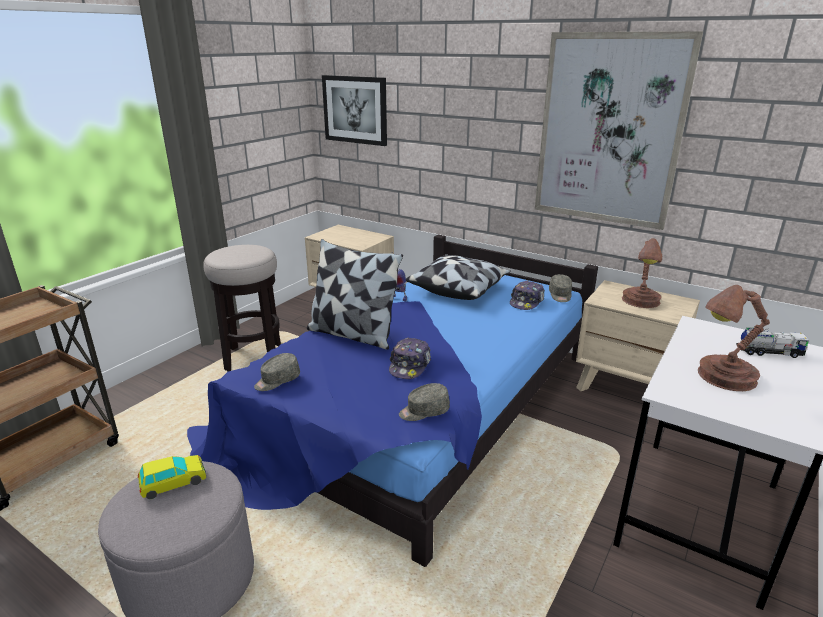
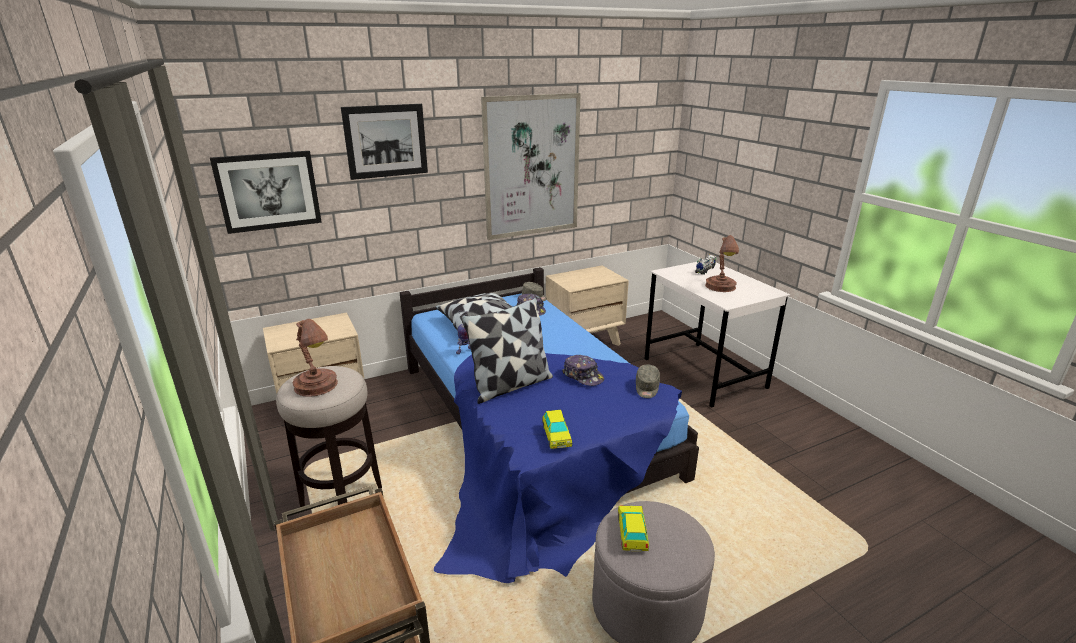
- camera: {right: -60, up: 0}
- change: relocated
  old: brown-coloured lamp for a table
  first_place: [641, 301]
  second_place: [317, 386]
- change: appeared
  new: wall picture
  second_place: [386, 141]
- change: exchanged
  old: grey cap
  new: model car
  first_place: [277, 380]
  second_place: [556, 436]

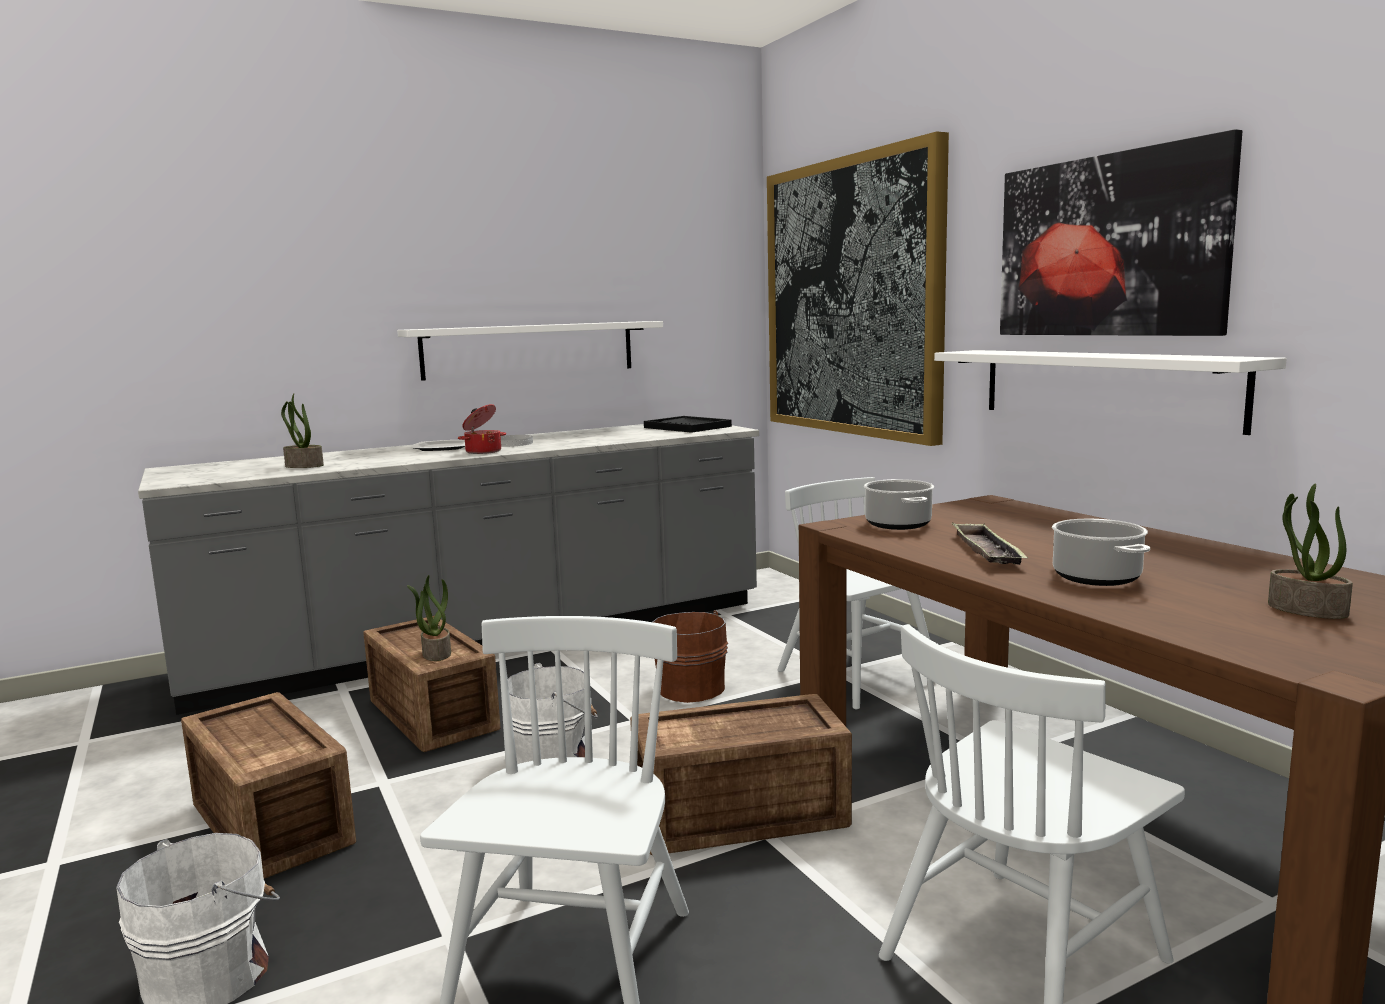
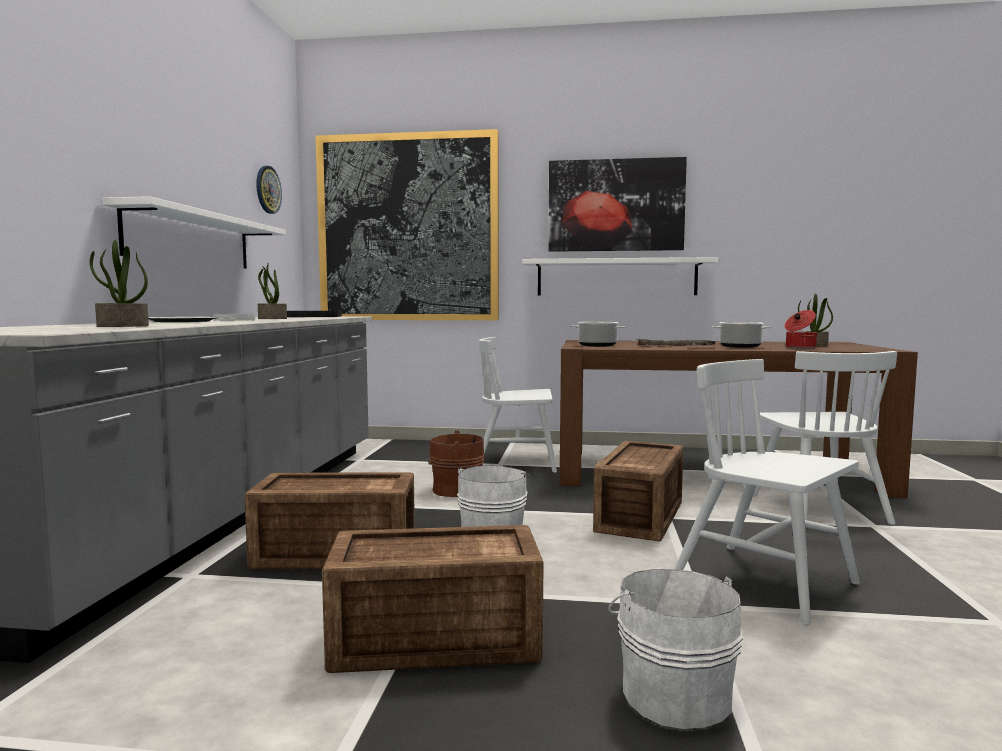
- camera: {right: -55, up: -5}
- change: appeared
  new: clock on the wall
  second_place: [267, 190]
- change: relocated
  old: houseplant
  first_place: [436, 653]
  second_place: [271, 318]
- change: relocated
  old: cooking pot
  first_place: [483, 451]
  second_place: [799, 347]

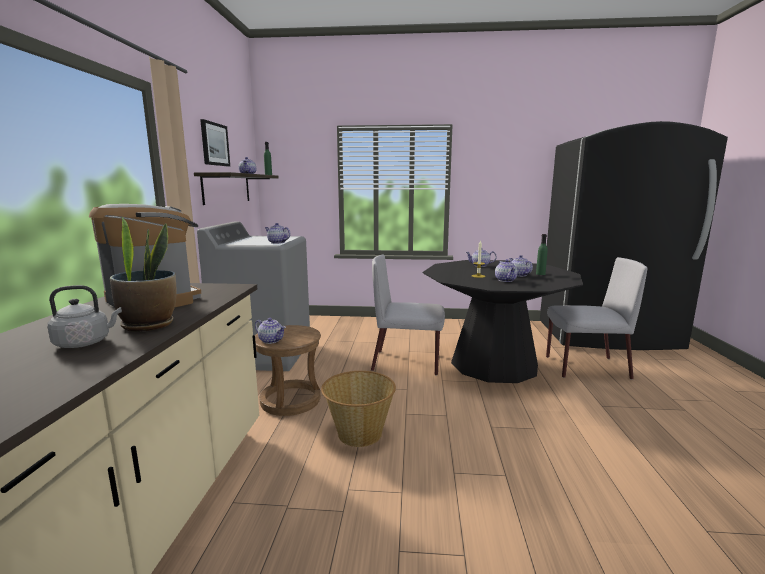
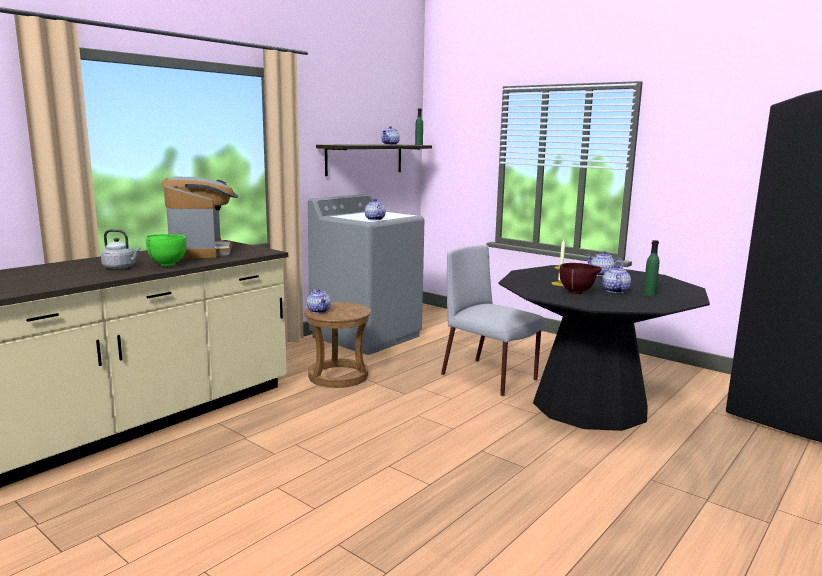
- camera: {right: 35, up: 0}
- change: exchanged
  old: houseplant
  new: green-coloured bowl
  first_place: [149, 324]
  second_place: [166, 265]
- change: exchanged
  old: pot for tea
  new: brown-coloured bowl
  first_place: [506, 280]
  second_place: [578, 292]
- change: missing
  old: wall picture
  first_place: [214, 144]
- change: missing
  old: household basket
  first_place: [359, 433]
- change: missing
  old: grey chair
  first_place: [585, 367]

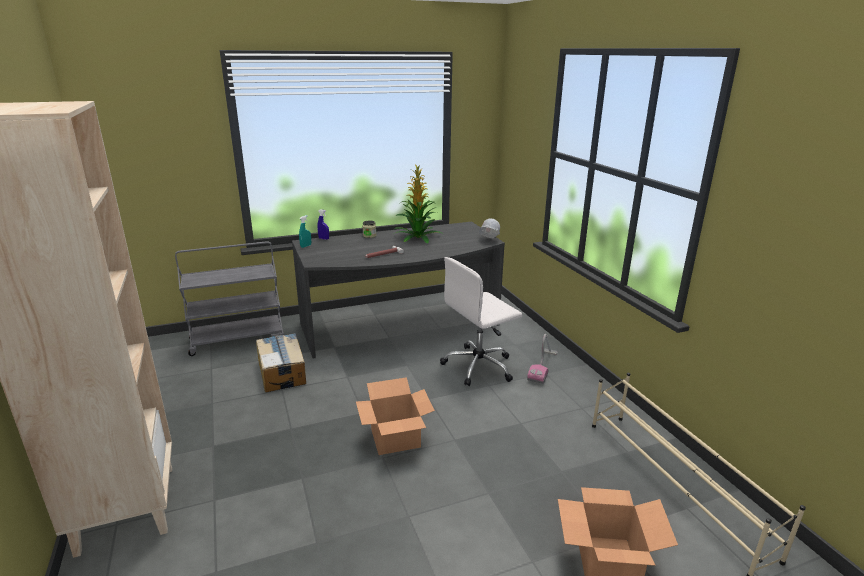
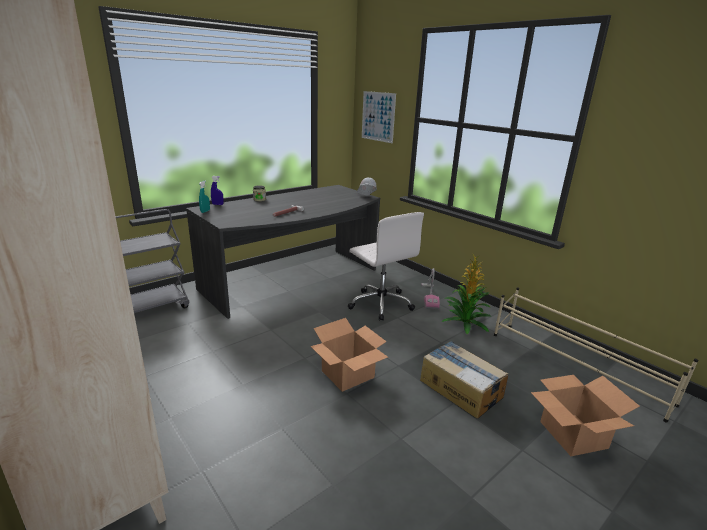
- camera: {right: -20, up: 0}
- change: spun
  old: whitish desk chair
  first_place: [479, 366]
  second_place: [380, 303]
  degrees: -75
- change: appeared
  new: wall picture
  second_place: [378, 116]
- change: relocated
  old: packing box
  first_place: [282, 372]
  second_place: [460, 388]
- change: relocated
  old: houseplant
  first_place: [417, 237]
  second_place: [465, 322]

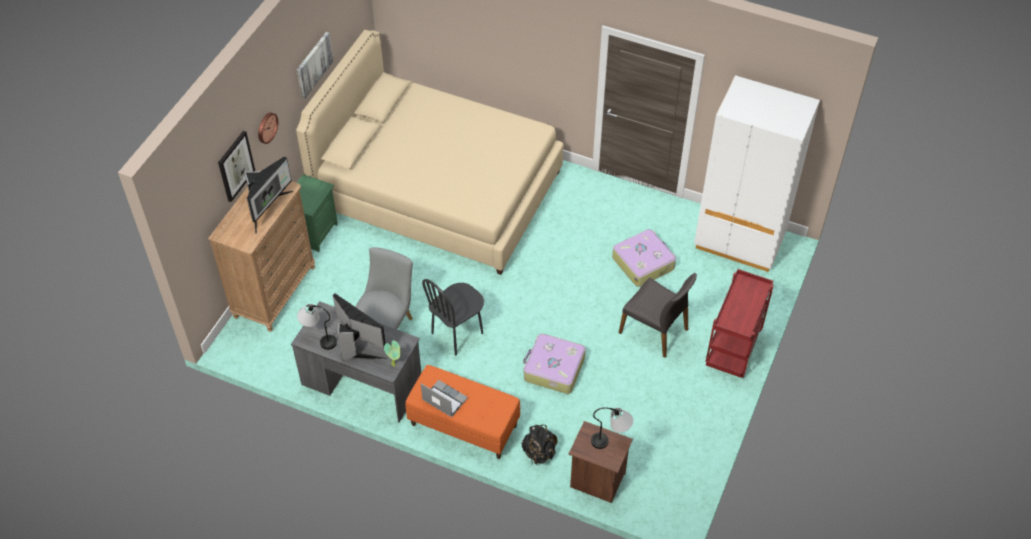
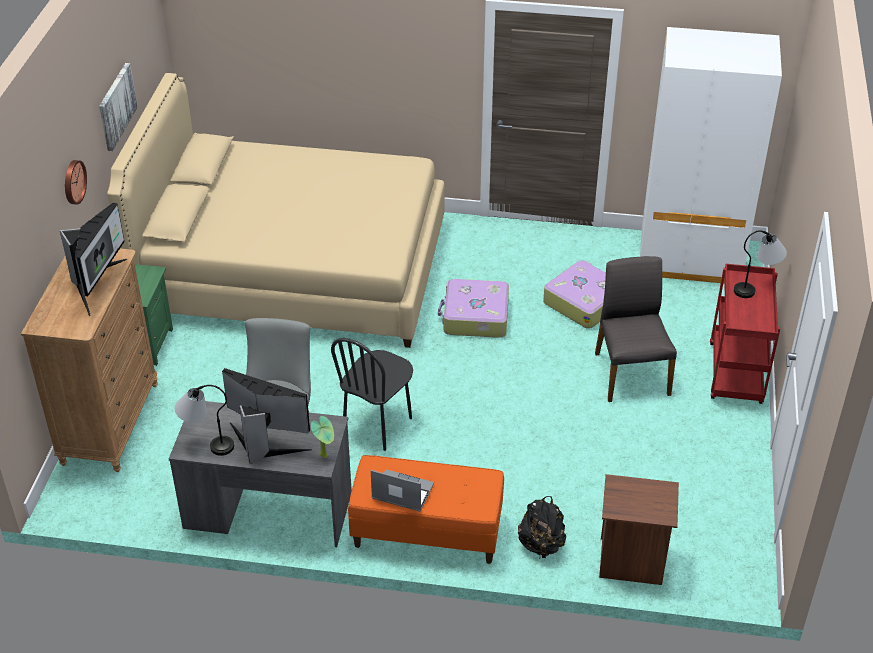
- camera: {right: -15, up: -10}
- change: relocated
  old: travel case
  first_place: [553, 369]
  second_place: [475, 317]
- change: spun
  old: grey chair
  first_place: [654, 330]
  second_place: [630, 373]
  degrees: -120
- change: relocated
  old: lamp for a table
  first_place: [611, 440]
  second_place: [757, 288]
- change: missing
  old: wall picture
  first_place: [235, 166]

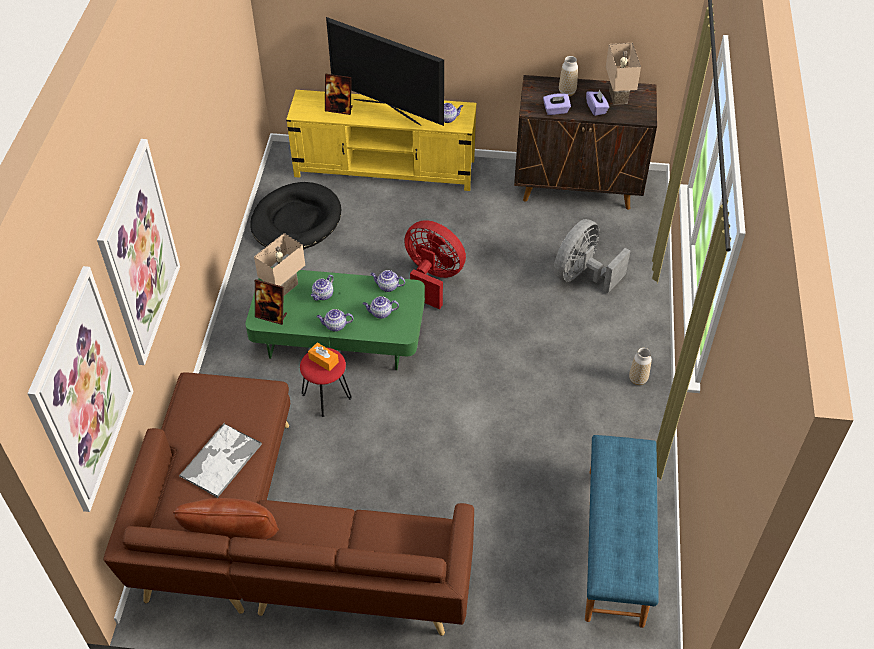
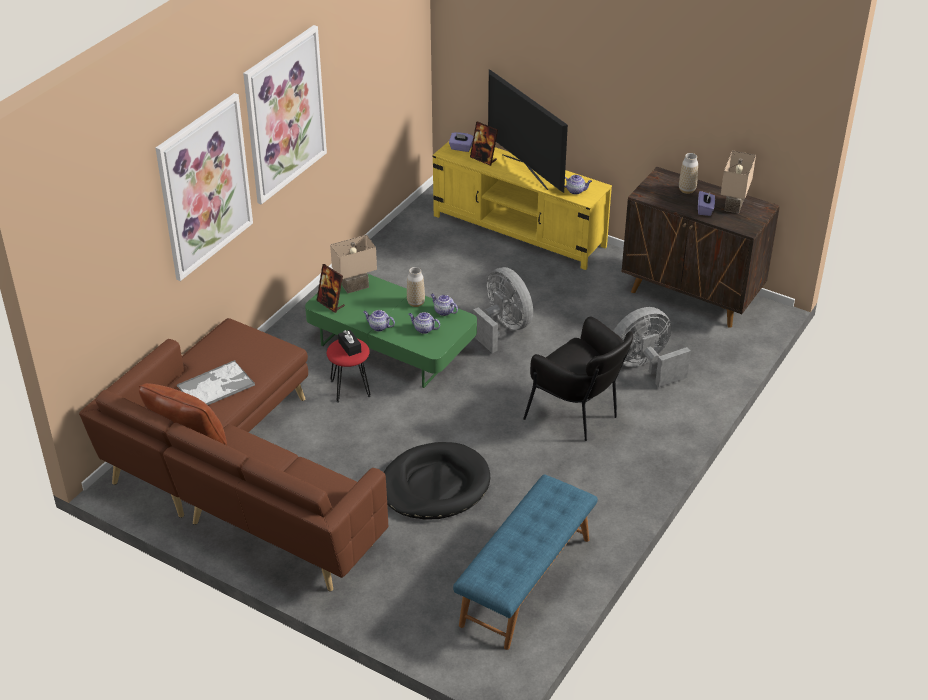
- camera: {right: 25, up: -10}
- change: relocated
  old: wall picture
  first_place: [82, 391]
  second_place: [284, 114]
- change: colour
  old: orange tissue box
  new: black-coloured tissue box
  first_place: [323, 360]
  second_place: [349, 347]
- change: relocated
  old: black-coloured dog cushion
  first_place: [296, 221]
  second_place: [435, 485]
- change: relocated
  old: vase
  first_place: [638, 379]
  second_place: [416, 303]
- change: relocated
  old: purplish tissue box
  first_place: [556, 110]
  second_place: [461, 148]
- change: colour
  old: red electric fan
  new: grey electric fan
  first_place: [432, 278]
  second_place: [503, 328]
- change: appeared
  new: black-coloured lounge chair
  second_place: [579, 415]
- change: missing
  old: pot for tea
  first_place: [323, 295]

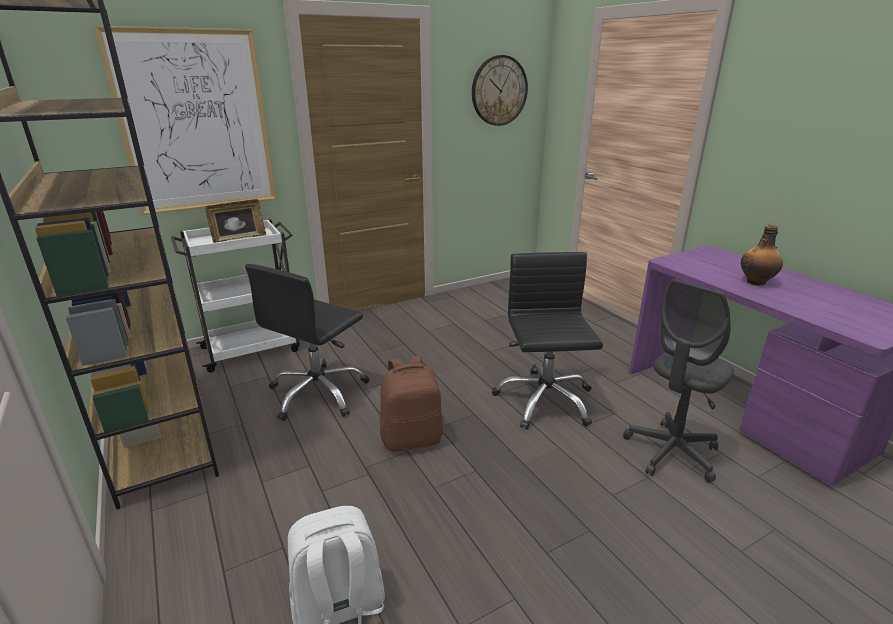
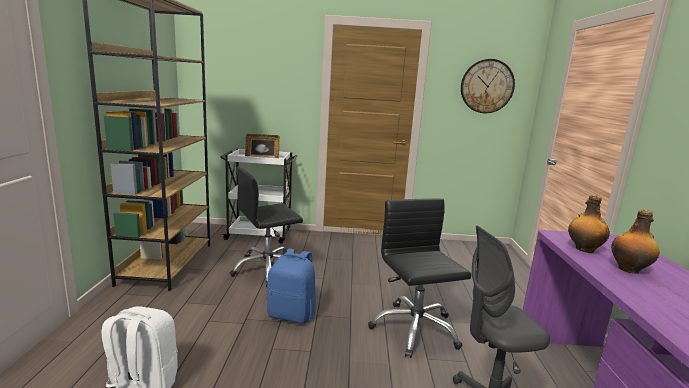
- camera: {right: 30, up: -10}
- change: colour
  old: brown-coloured rucksack
  new: bluish rucksack
  first_place: [412, 438]
  second_place: [292, 315]
- change: spun
  old: black-coloured desk chair
  first_place: [544, 400]
  second_place: [414, 329]
  degrees: -45
- change: appeared
  new: drink bottle
  second_place: [583, 249]
- change: missing
  old: wall picture
  first_place: [196, 122]

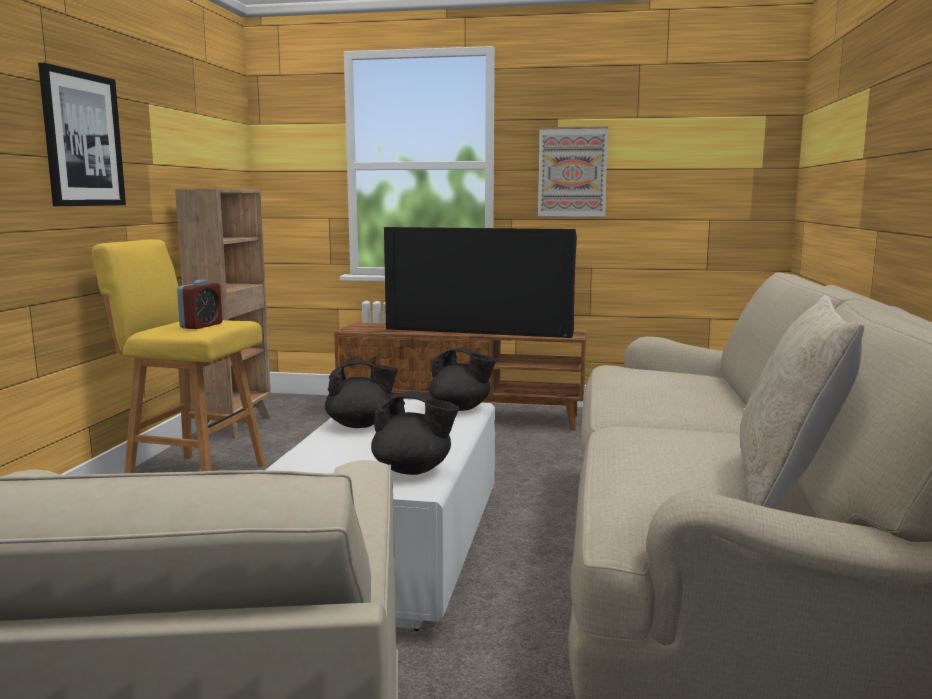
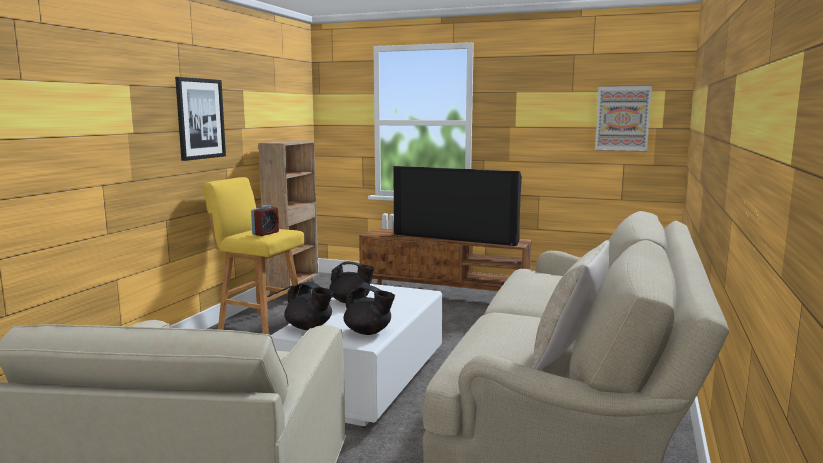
- camera: {right: 10, up: 0}
- change: relocated
  old: black-coloured pot for tea
  first_place: [461, 408]
  second_place: [309, 327]
- change: relocated
  old: wall picture
  first_place: [572, 173]
  second_place: [622, 118]

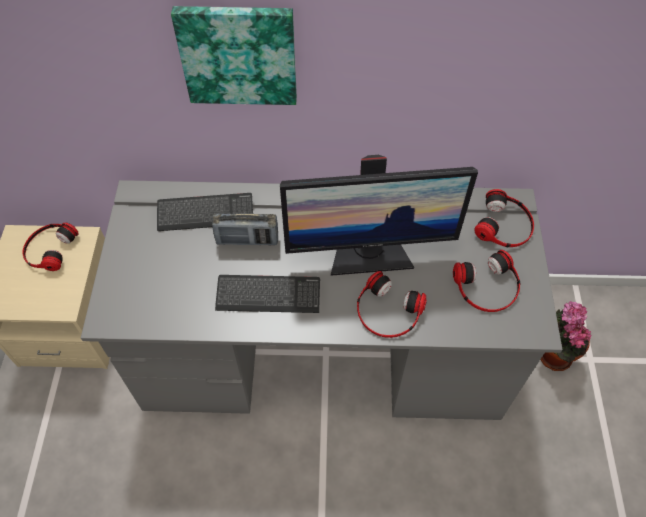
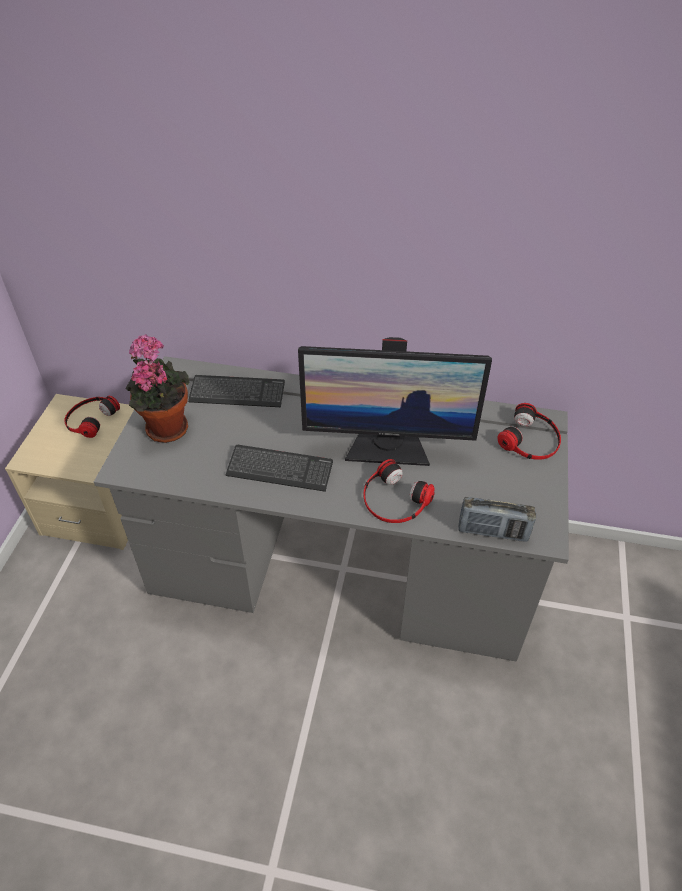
- camera: {right: 10, up: -10}
- change: relocated
  old: houseplant
  first_place: [552, 353]
  second_place: [165, 426]
- change: relocated
  old: radio set
  first_place: [247, 240]
  second_place: [493, 532]
- change: missing
  old: wall picture
  first_place: [238, 54]
- change: missing
  old: headphones
  first_place: [487, 287]

